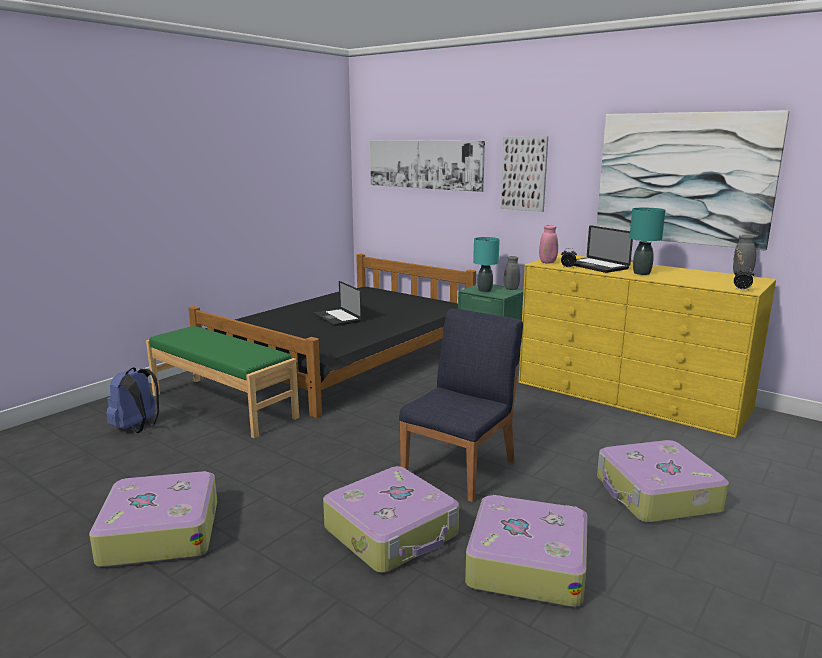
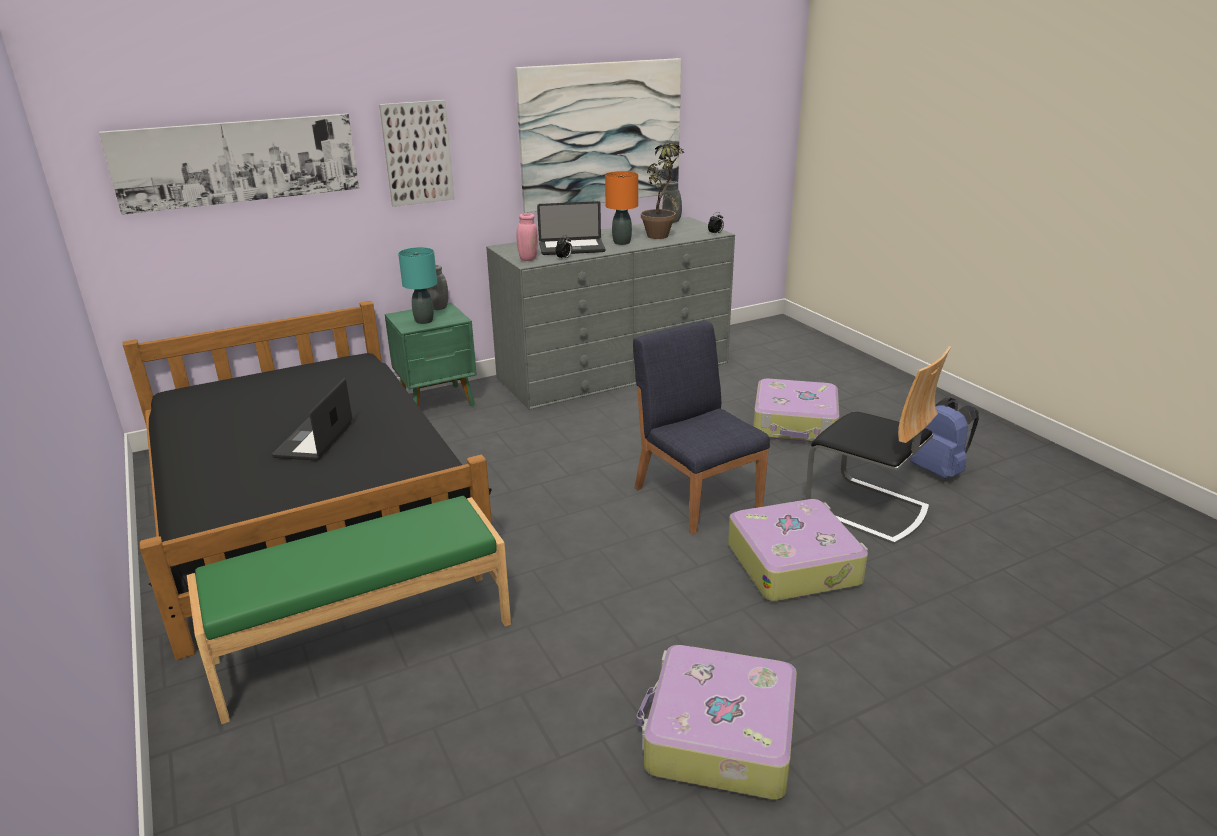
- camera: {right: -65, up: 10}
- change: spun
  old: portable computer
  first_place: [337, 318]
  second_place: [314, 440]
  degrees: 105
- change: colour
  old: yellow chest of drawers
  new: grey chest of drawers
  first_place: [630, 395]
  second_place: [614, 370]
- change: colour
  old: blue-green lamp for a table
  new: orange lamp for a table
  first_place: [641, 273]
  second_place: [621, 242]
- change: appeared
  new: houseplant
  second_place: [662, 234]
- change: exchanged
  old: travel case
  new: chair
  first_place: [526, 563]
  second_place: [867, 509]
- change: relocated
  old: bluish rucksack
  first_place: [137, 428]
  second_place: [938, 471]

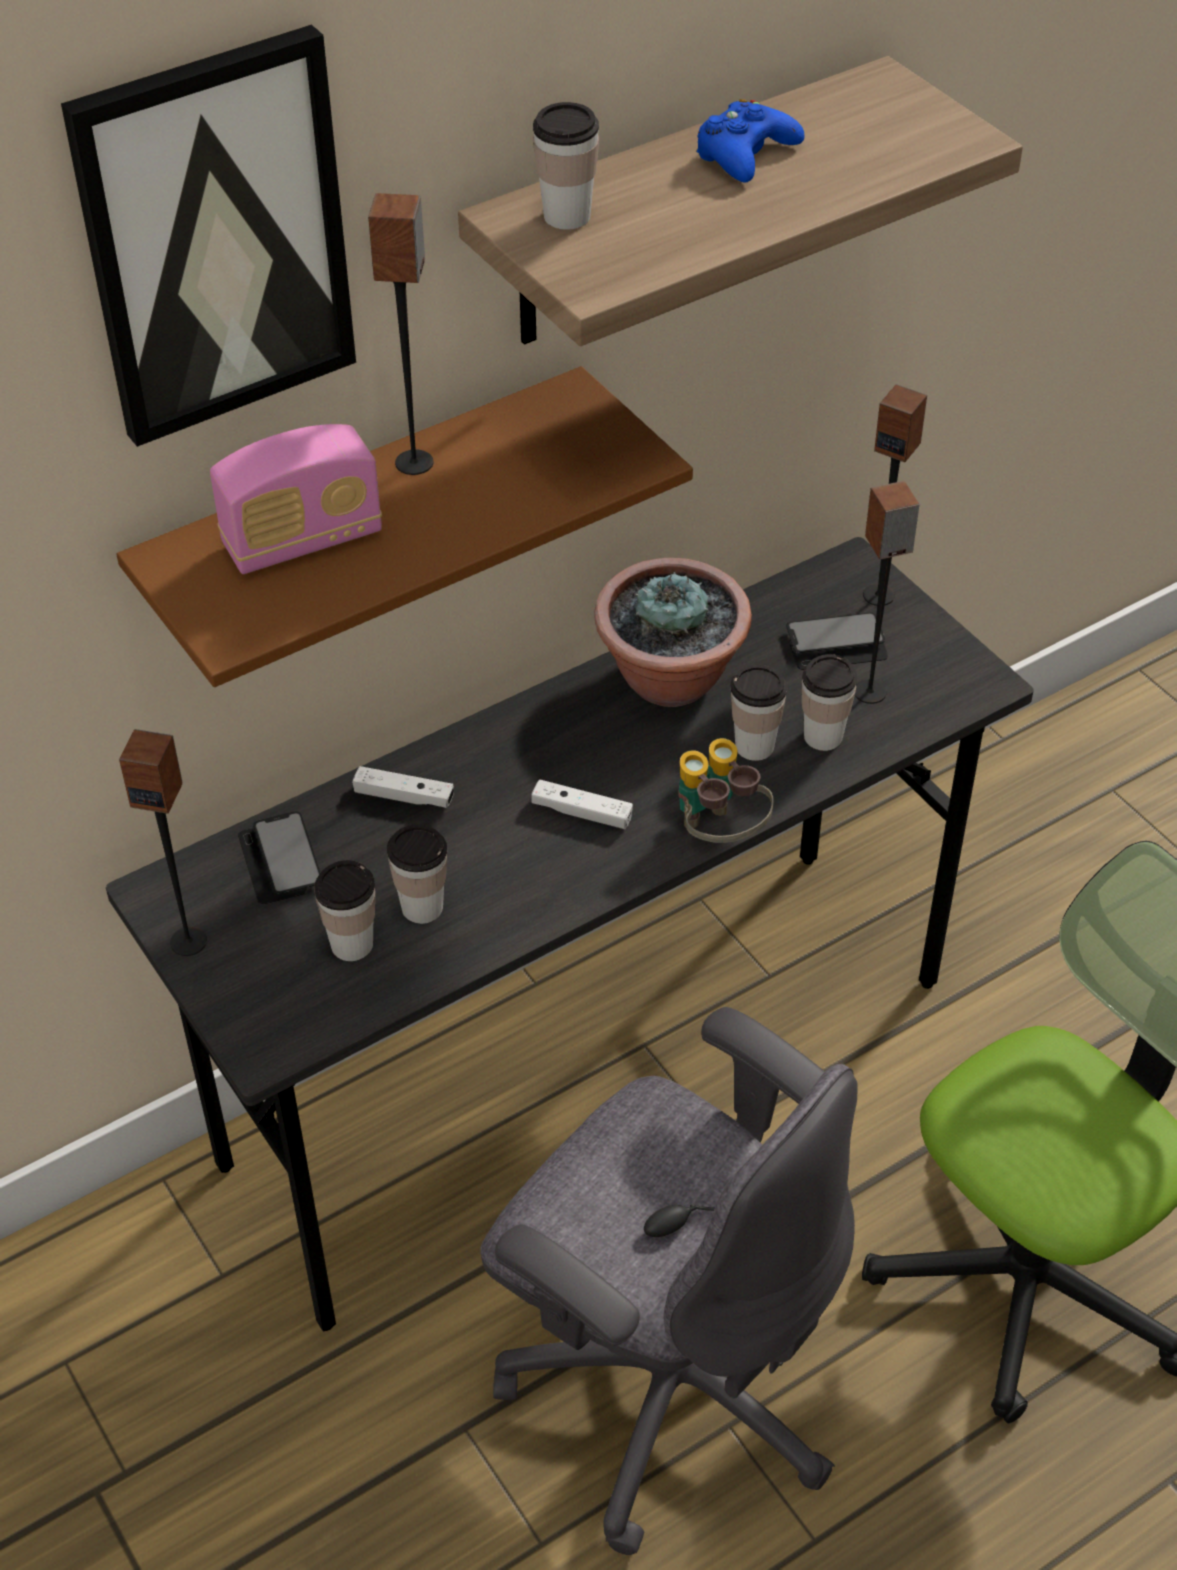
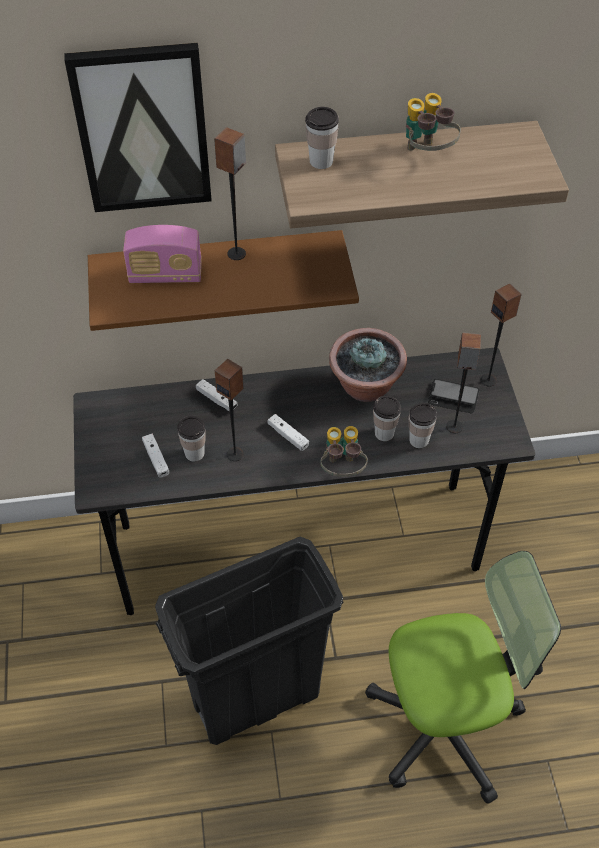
- camera: {right: 25, up: 5}
- change: exchanged
  old: small cup
  new: whitish game controller
  first_place: [352, 944]
  second_place: [156, 459]
- change: exchanged
  old: grey desk chair
  new: black-coloured rubbish bin
  first_place: [669, 1384]
  second_place: [256, 701]
- change: relocated
  old: loudspeaker
  first_place: [189, 941]
  second_place: [235, 454]
- change: exchanged
  old: bluish game controller
  new: binoculars
  first_place: [745, 154]
  second_place: [427, 154]
- change: missing
  old: telephone
  first_place: [280, 860]

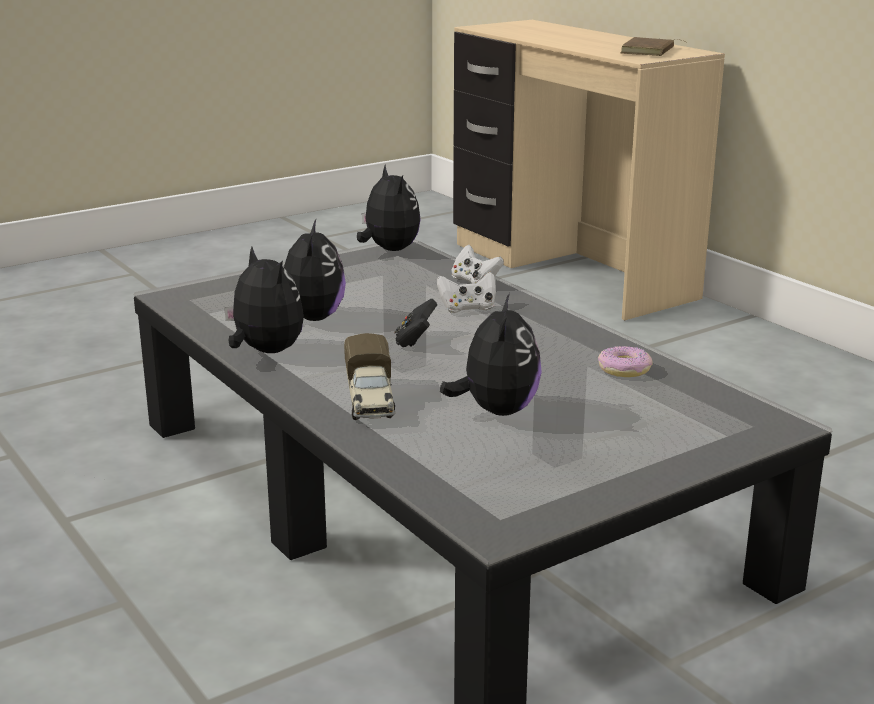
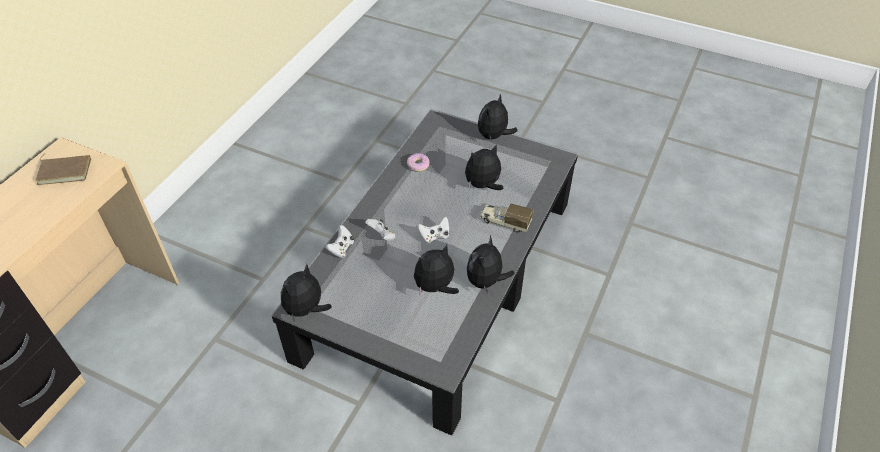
- camera: {right: -120, up: 25}
- change: colour
  old: black-coloured game controller
  new: whitish game controller
  first_place: [415, 340]
  second_place: [434, 236]
- change: appeared
  new: plush toy
  second_place: [494, 136]
- change: spun
  old: model truck
  first_place: [370, 401]
  second_place: [504, 222]
  degrees: -120

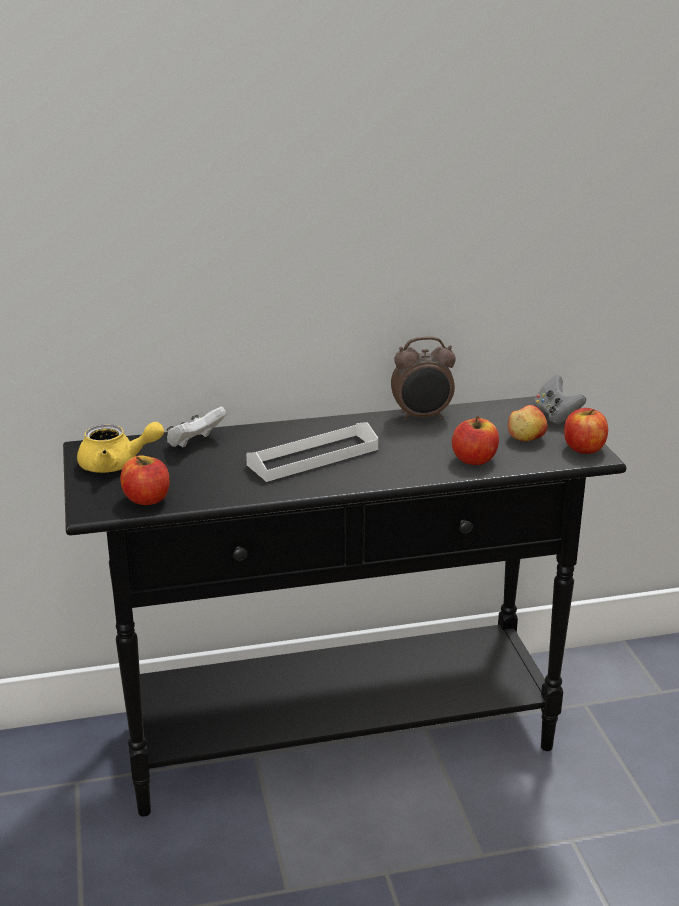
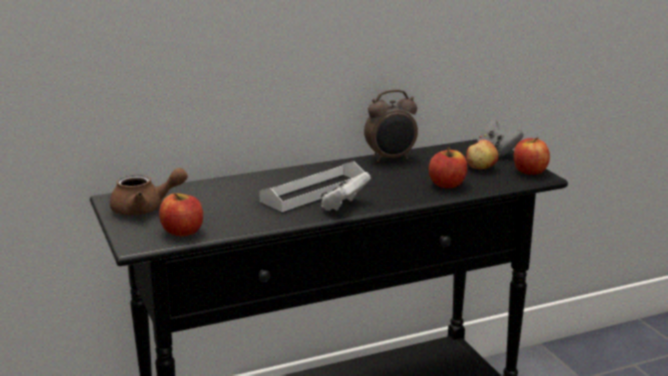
- camera: {right: -10, up: -5}
- change: colour
  old: yellow pot for tea
  new: brown-coloured pot for tea
  first_place: [117, 464]
  second_place: [145, 209]
- change: relocated
  old: whitish game controller
  first_place: [195, 443]
  second_place: [344, 206]

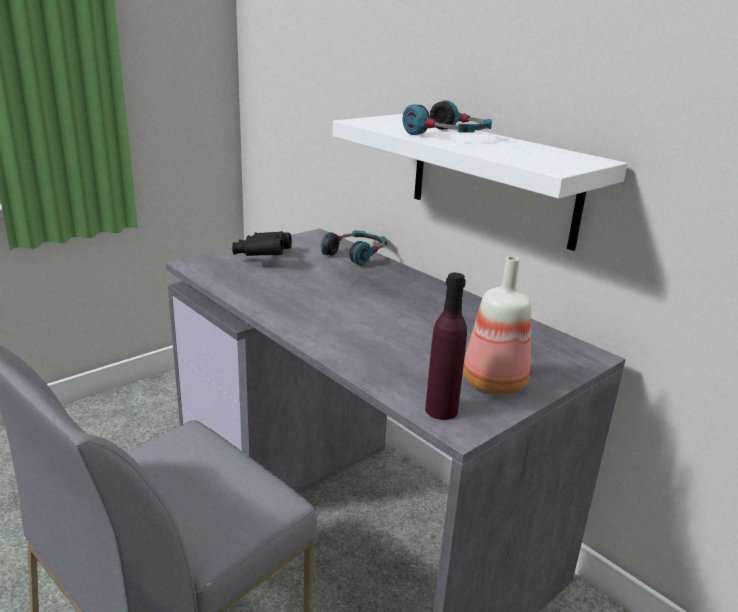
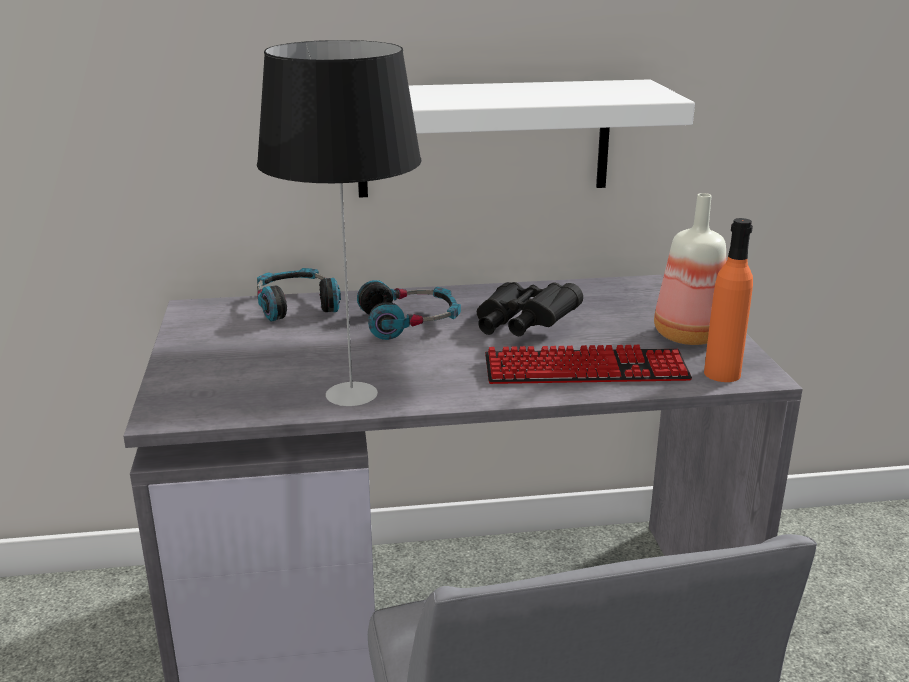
- camera: {right: -55, up: 0}
- change: appeared
  new: lamp for a table
  second_place: [349, 393]
- change: relocated
  old: headphones
  first_place: [448, 135]
  second_place: [410, 322]
- change: relocated
  old: black-coloured binoculars
  first_place: [263, 257]
  second_place: [522, 327]
- change: appeared
  new: keyboard
  second_place: [585, 370]
- change: colour
  old: purplish drink bottle
  new: orange drink bottle
  first_place: [441, 410]
  second_place: [722, 374]

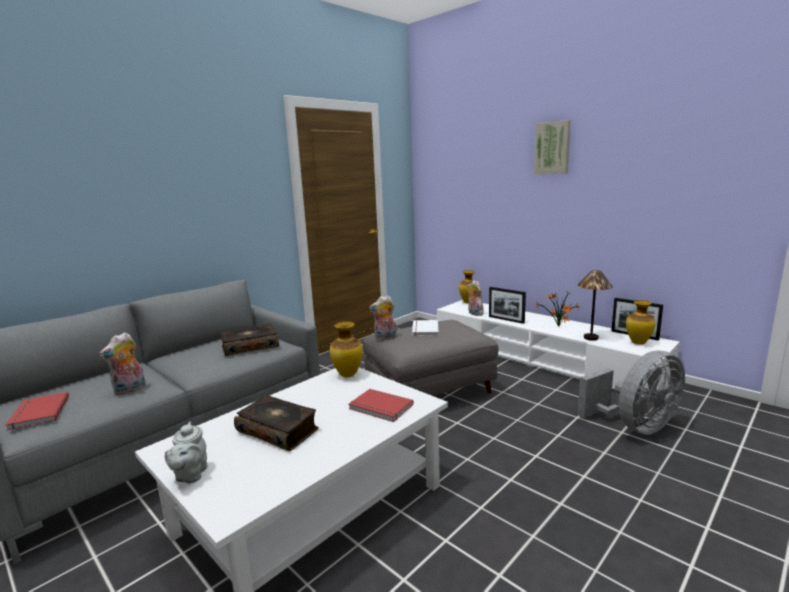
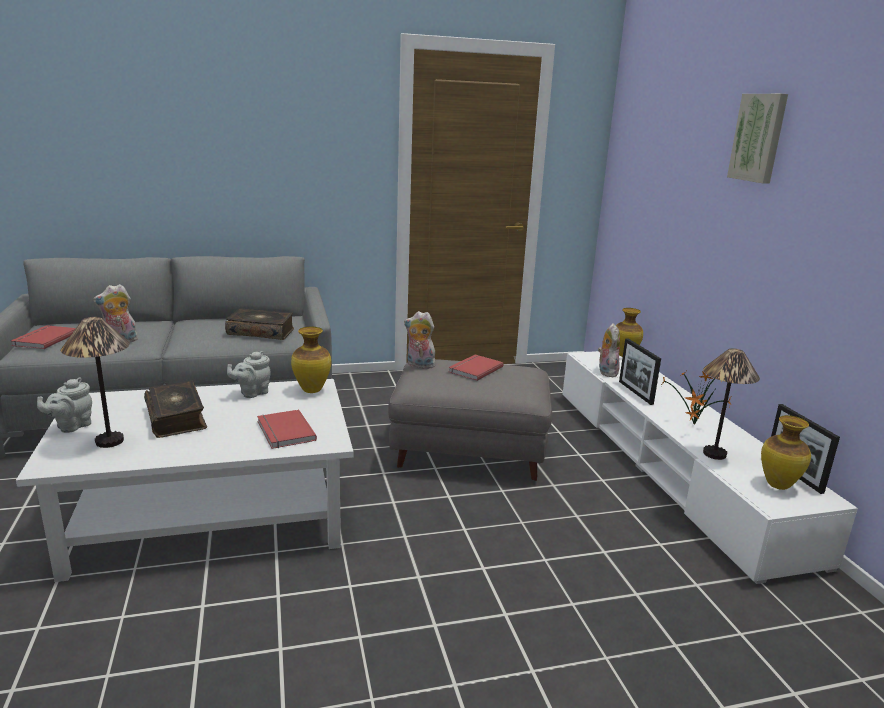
- camera: {right: 30, up: 5}
- change: appeared
  new: lamp for a table
  second_place: [109, 441]
- change: appeared
  new: grey pot for tea
  second_place: [252, 393]
- change: colour
  old: whitish book
  new: red book
  first_place: [424, 329]
  second_place: [474, 369]
- change: missing
  old: grey electric fan
  first_place: [635, 426]

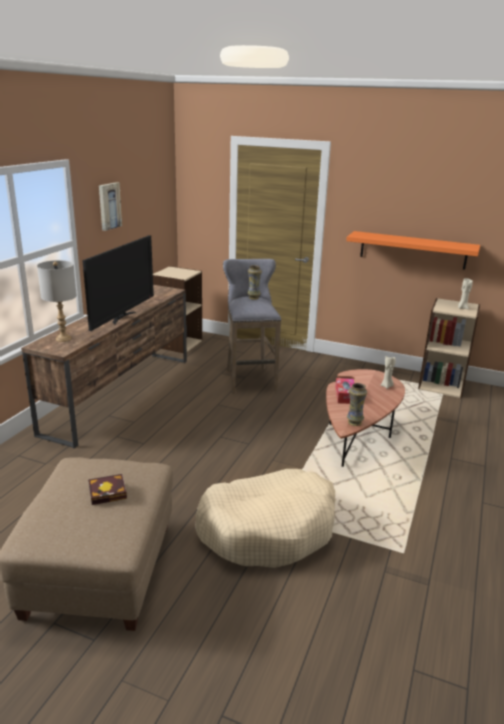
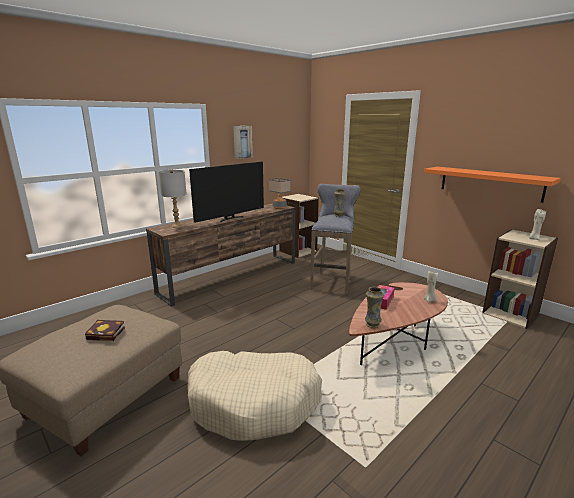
- camera: {right: 25, up: -5}
- change: appeared
  new: lamp for a table
  second_place: [279, 207]

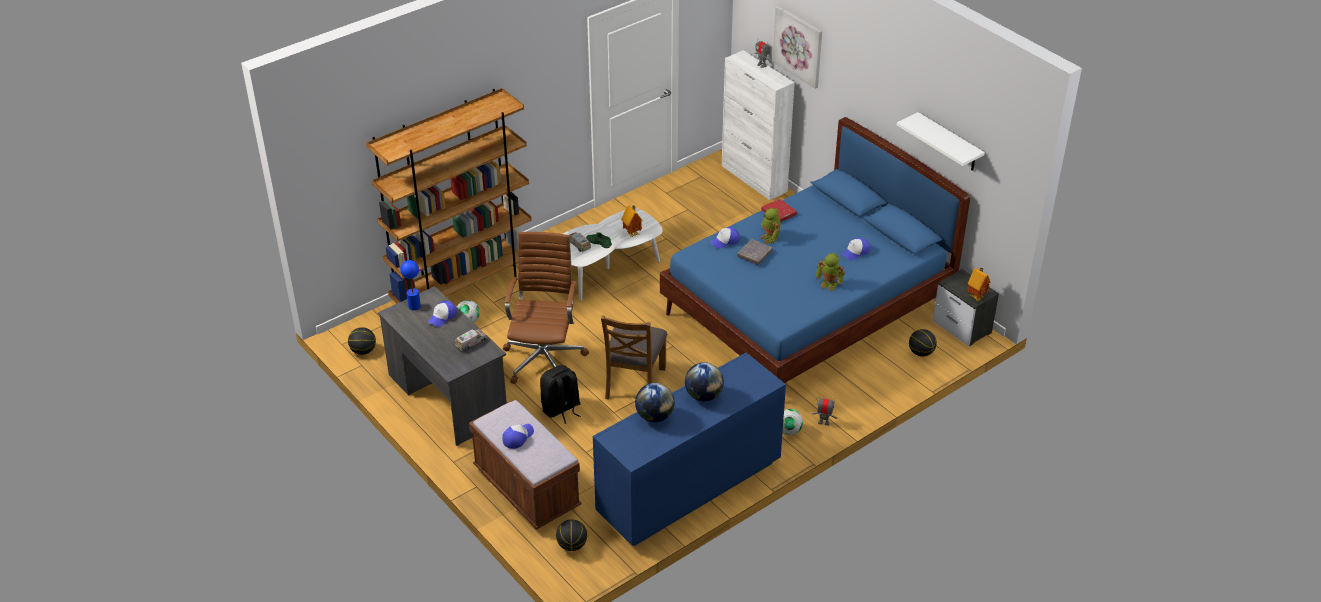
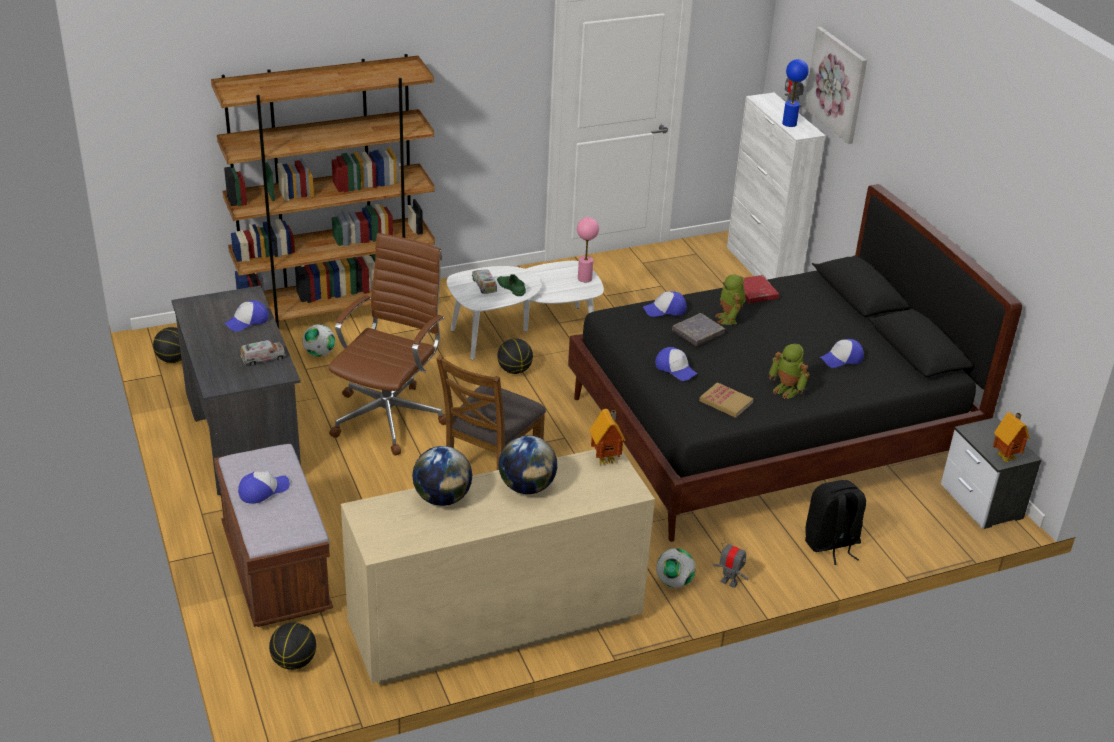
- camera: {right: 15, up: -5}
- change: colour
  old: bluish chest of drawers
  new: sand-coloured chest of drawers
  first_place: [688, 489]
  second_place: [494, 625]
- change: relocated
  old: ball for basketball
  first_place: [921, 353]
  second_place: [514, 370]
- change: colour
  old: bluish bedroom bed
  new: black-coloured bedroom bed
  first_place: [807, 310]
  second_place: [768, 433]
- change: appeared
  new: pink-coloured lamp for a table
  second_place: [585, 278]
- change: relocated
  old: toy house
  first_place: [632, 233]
  second_place: [607, 459]
- change: appeared
  new: cap
  second_place: [675, 369]
- change: appeared
  new: book
  second_place: [726, 402]
- change: relocated
  old: bluish lamp for a table
  first_place: [414, 306]
  second_place: [789, 123]
- change: relocated
  old: black-coloured rucksack
  first_place: [561, 409]
  second_place: [831, 544]
- change: missing
  old: whitish bracket shelf
  first_place: [949, 143]

